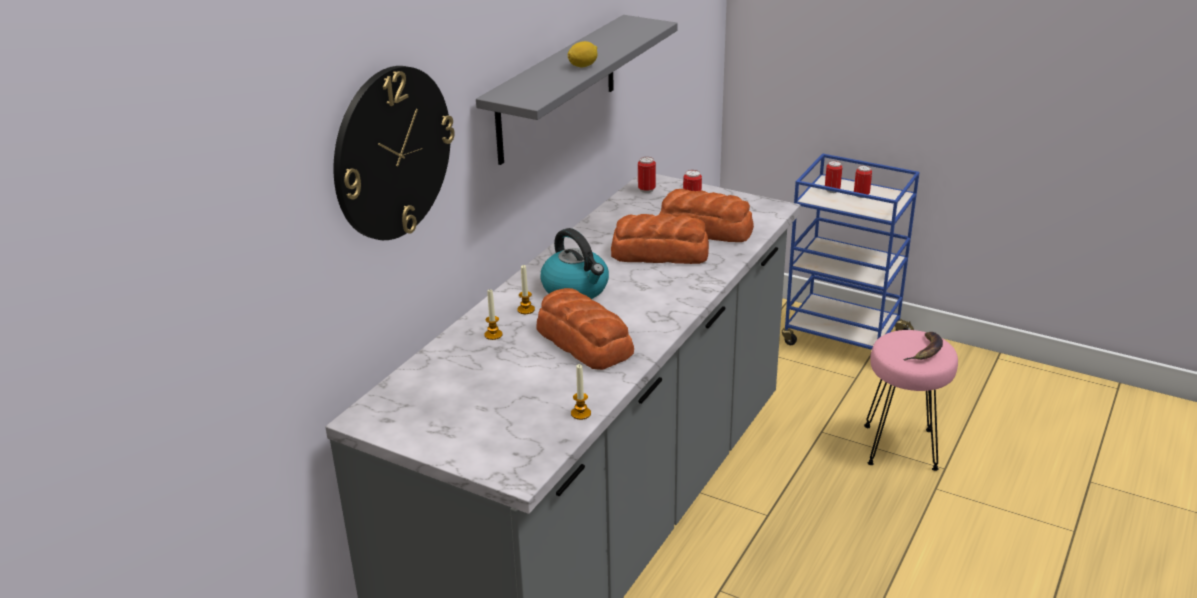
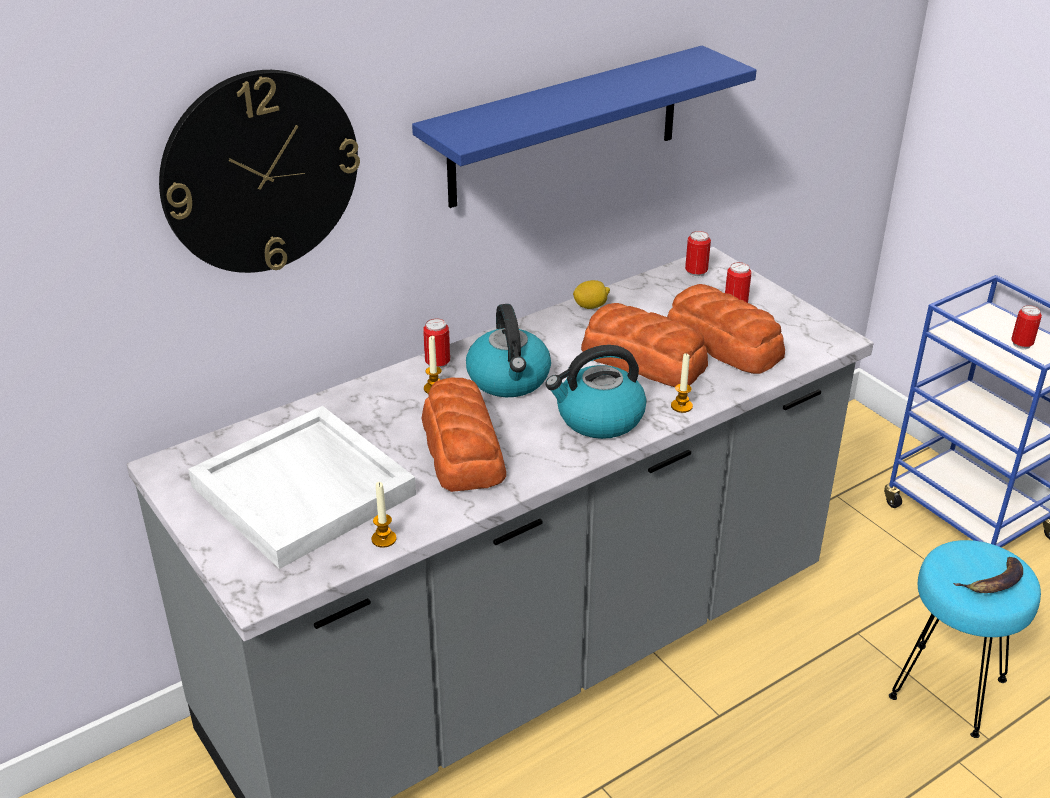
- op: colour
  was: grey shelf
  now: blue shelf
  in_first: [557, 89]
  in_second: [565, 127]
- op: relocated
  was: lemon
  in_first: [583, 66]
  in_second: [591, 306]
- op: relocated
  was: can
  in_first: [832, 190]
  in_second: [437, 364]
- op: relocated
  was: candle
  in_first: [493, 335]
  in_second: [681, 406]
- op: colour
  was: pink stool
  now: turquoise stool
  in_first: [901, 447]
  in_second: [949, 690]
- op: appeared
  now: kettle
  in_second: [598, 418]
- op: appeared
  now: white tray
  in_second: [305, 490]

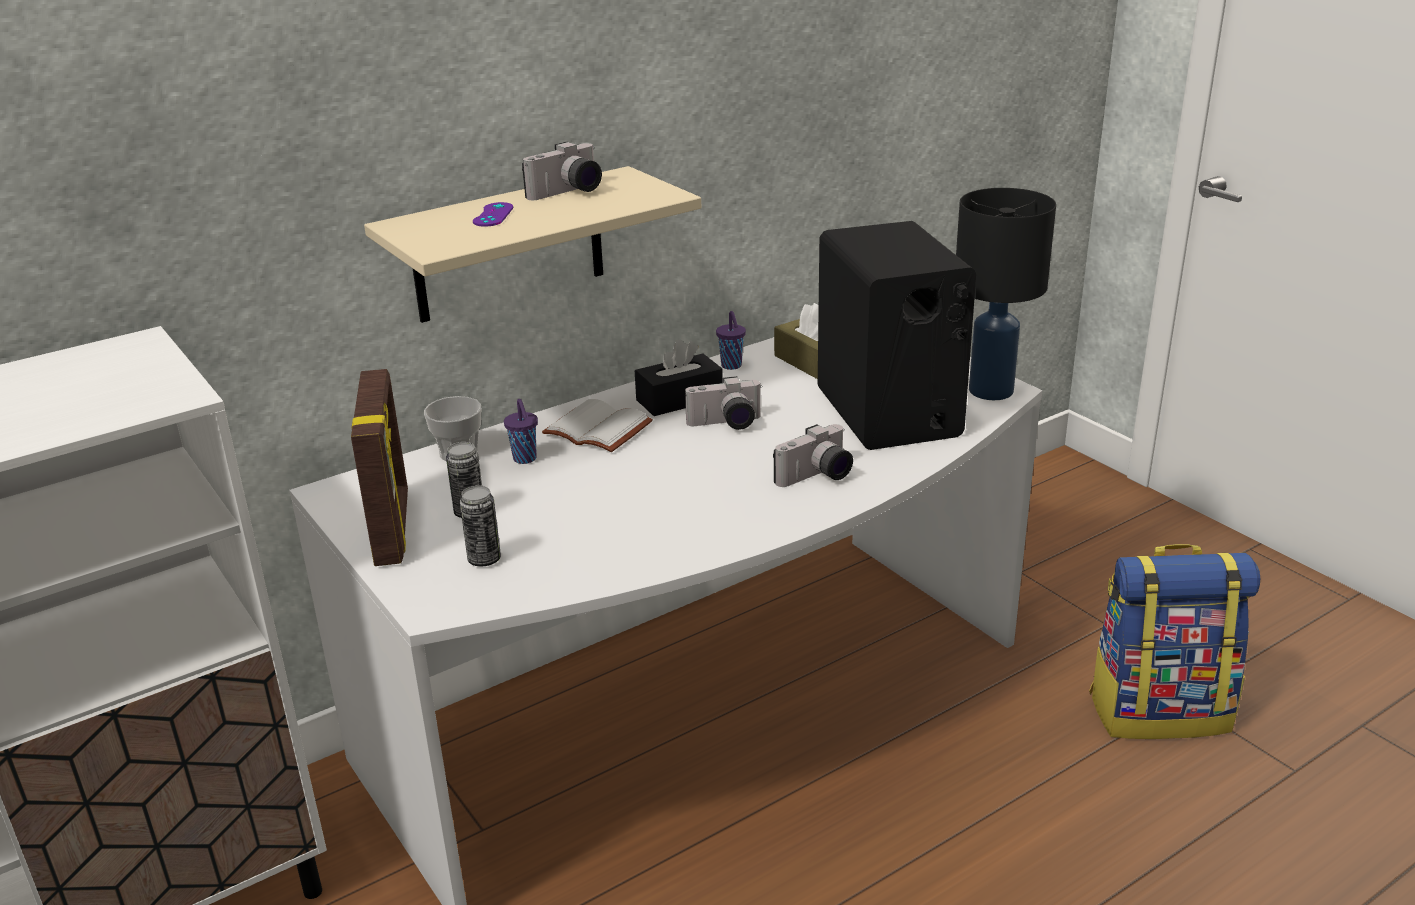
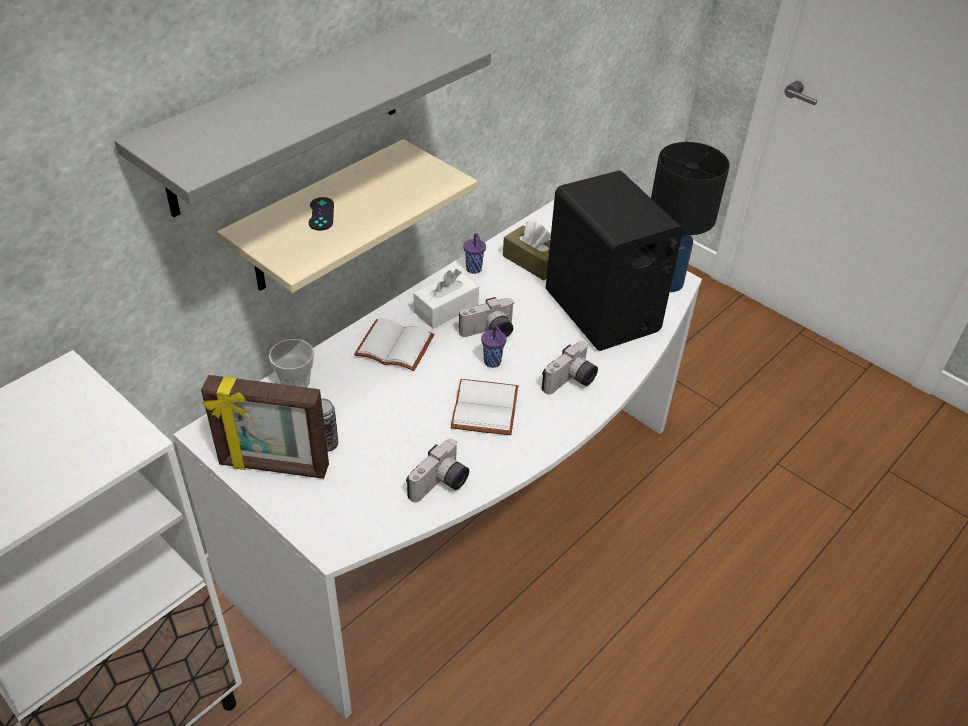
- op: relocated
  was: photo camera
  in_first: [568, 193]
  in_second: [441, 485]
- op: colour
  was: purple game controller
  now: black game controller
  in_first: [493, 215]
  in_second: [321, 214]
- op: colour
  was: black tissue box
  now: white tissue box
  in_first: [679, 399]
  in_second: [446, 309]
- op: spun
  was: picture frame
  in_first: [394, 528]
  in_second: [273, 467]
  clockwise: 120
- op: relocated
  was: purple cup
  in_first: [525, 459]
  in_second: [493, 362]
- op: missing
  was: can
  in_first: [484, 559]
- op: missing
  was: backpack
  in_first: [1159, 711]
- op: appeared
  now: grey shelf
  in_second: [286, 117]
- op: appeared
  now: white book
  in_second: [487, 409]

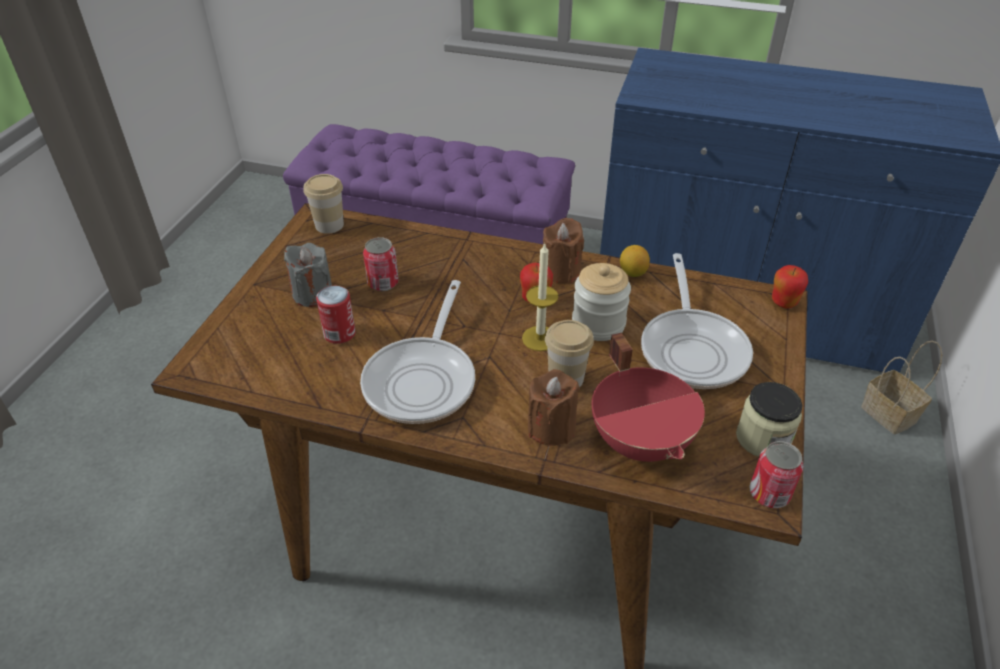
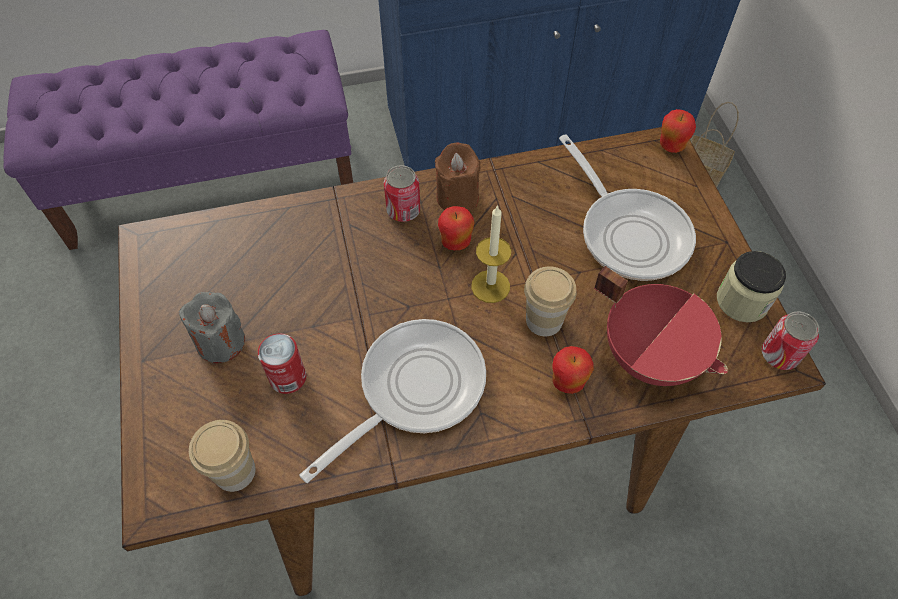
- op: relocated
  was: cup
  in_first: [329, 225]
  in_second: [234, 471]
- op: relocated
  was: can
  in_first: [383, 283]
  in_second: [403, 210]
- op: missing
  was: lemon
  in_first: [633, 273]
- op: missing
  was: jar
  in_first: [598, 324]
- op: spun
  was: frying pan
  in_first: [423, 379]
  in_second: [414, 389]
  clockwise: -120
- op: exchanged
  was: brown candle
  now: apple
  in_first: [551, 428]
  in_second: [567, 382]

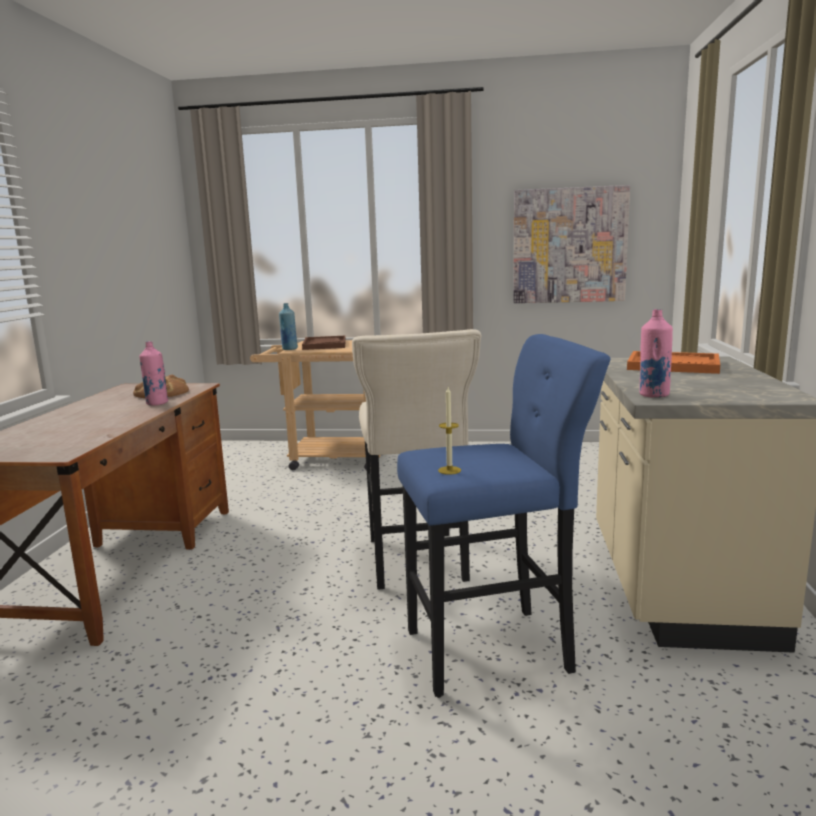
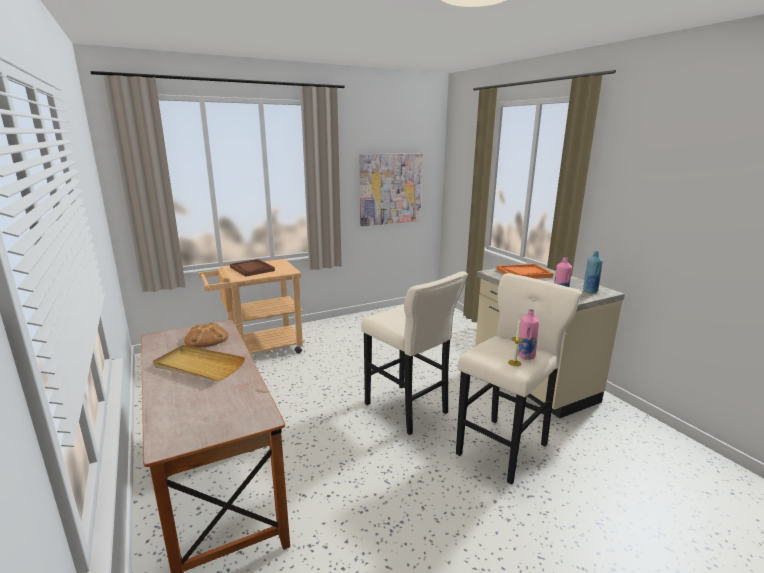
- op: relocated
  was: blue bottle
  in_first: [289, 349]
  in_second: [590, 291]
- op: colour
  was: blue stool
  now: beige stool
  in_first: [496, 649]
  in_second: [504, 447]
- op: relocated
  was: pink bottle
  in_first: [157, 403]
  in_second: [526, 356]
- op: appeared
  now: beige tray
  in_second: [198, 366]

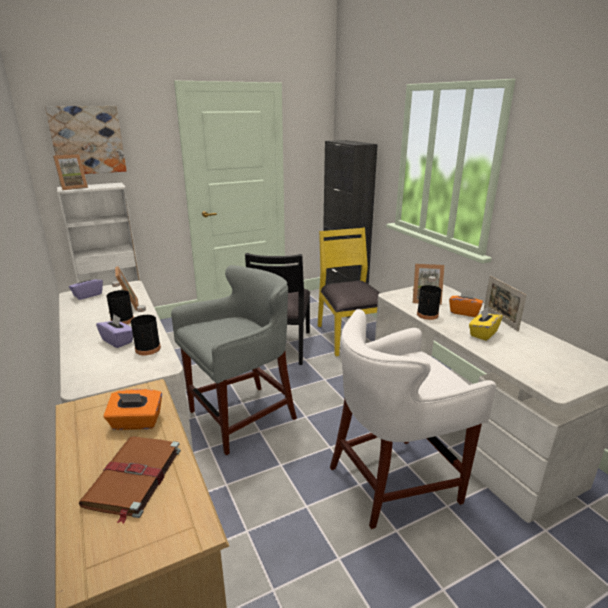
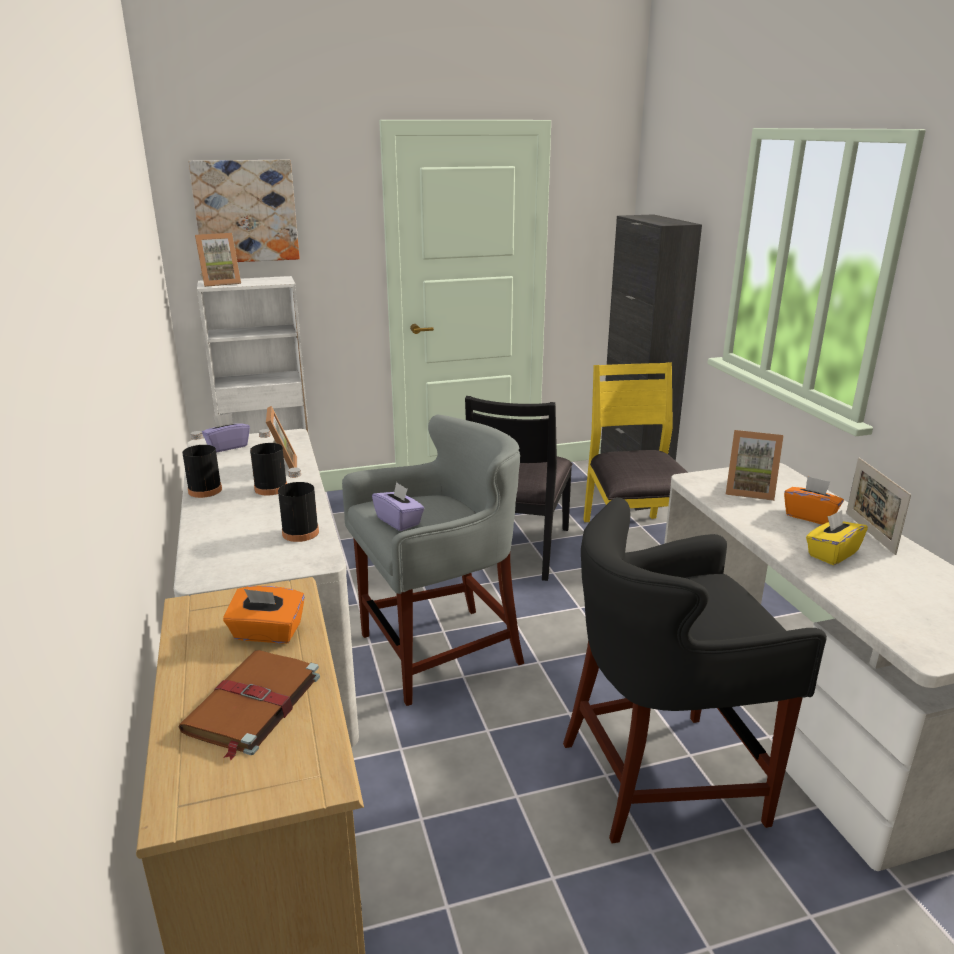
- op: relocated
  was: black bottle
  in_first: [427, 315]
  in_second: [205, 490]
- op: colour
  was: white stool
  now: black stool
  in_first: [394, 481]
  in_second: [663, 778]
- op: relocated
  was: purple tissue box
  in_first: [118, 341]
  in_second: [399, 521]

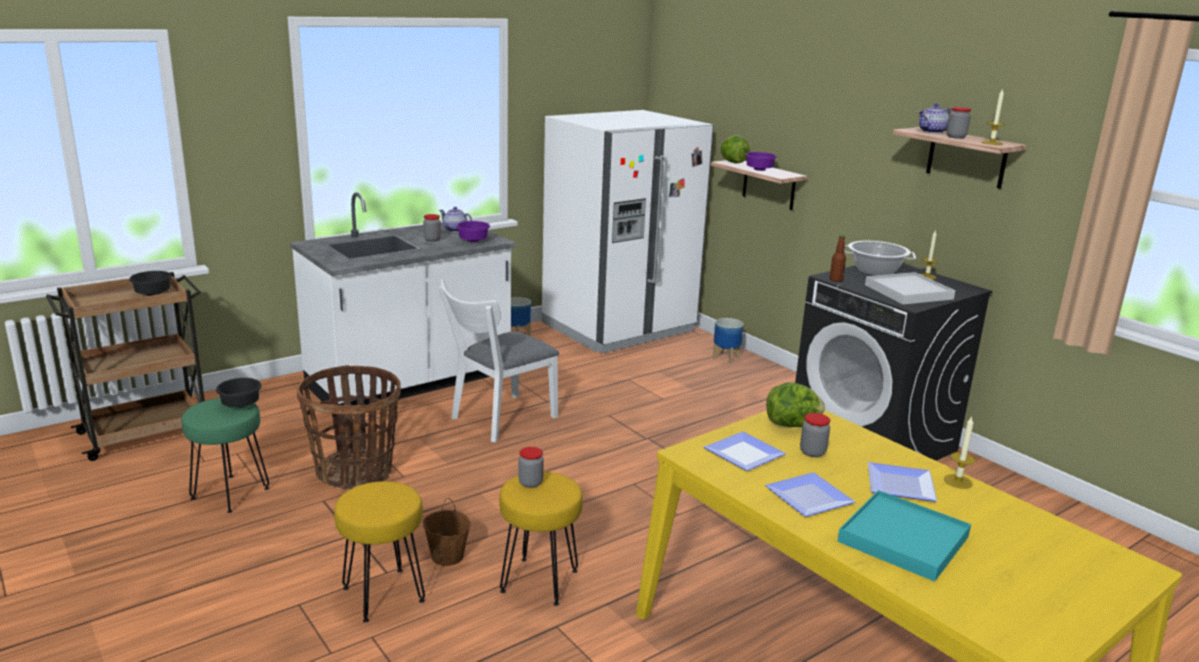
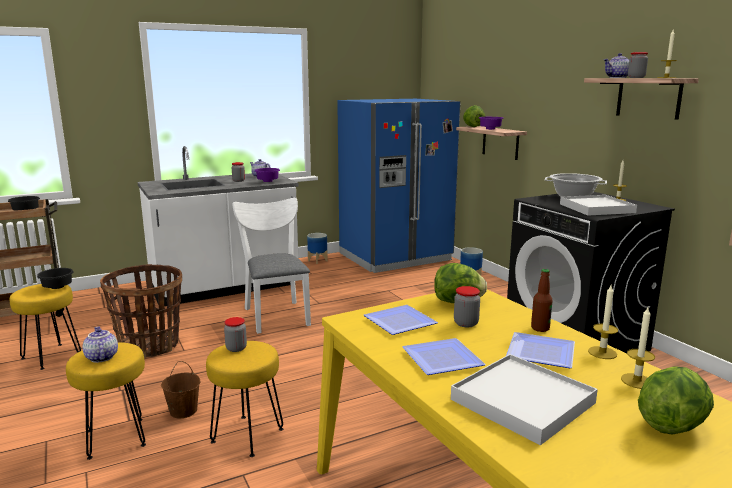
- op: colour
  was: white fridge
  now: blue fridge
  in_first: [619, 327]
  in_second: [395, 257]
- op: relocated
  was: bottle
  in_first: [836, 280]
  in_second: [540, 328]
- op: spun
  was: white chair
  in_first: [498, 420]
  in_second: [276, 314]
  clockwise: 105
- op: colour
  was: green stool
  now: yellow stool
  in_first: [230, 493]
  in_second: [51, 356]
- op: colour
  was: turquoise tray
  now: white tray
  in_first: [903, 539]
  in_second: [522, 401]
- op: appeared
  now: candle
  in_second: [637, 381]
- op: appeared
  now: teapot
  in_second: [101, 357]
- op: appeared
  now: lettuce
  in_second: [671, 425]

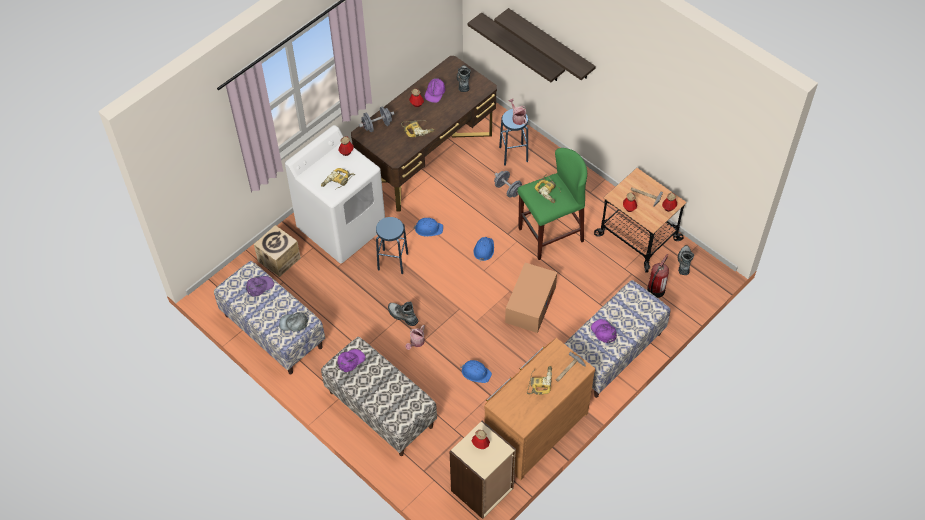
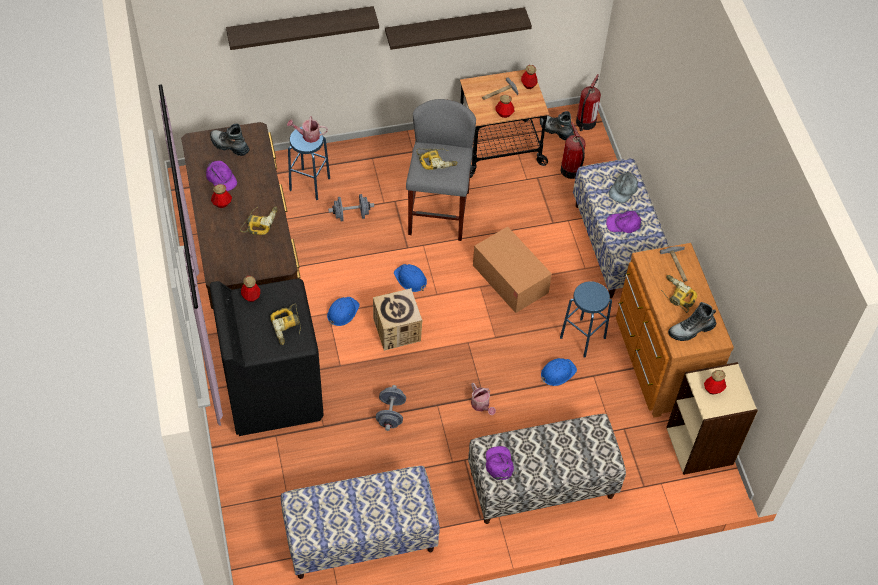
- op: relocated
  was: shelf
  in_first: [522, 48]
  in_second: [454, 28]
- op: relocated
  was: grey dumbbell
  in_first: [377, 125]
  in_second: [390, 414]
- op: colour
  was: white washing machine
  now: black washing machine
  in_first: [342, 228]
  in_second: [272, 392]
- op: colour
  was: green stool
  now: grey stool
  in_first: [550, 235]
  in_second: [438, 213]
- op: relocated
  was: blue stool
  in_first: [392, 261]
  in_second: [582, 338]
- op: relocated
  was: cardboard box
  in_first: [279, 259]
  in_second: [397, 330]
- op: missing
  was: purple cap
  in_first: [259, 286]
- op: relocated
  was: boot
  in_first: [402, 316]
  in_second: [691, 330]
- op: relocated
  was: grey cap
  in_first: [294, 323]
  in_second: [623, 190]
- op: appeared
  now: fire extinguisher
  in_second: [585, 123]

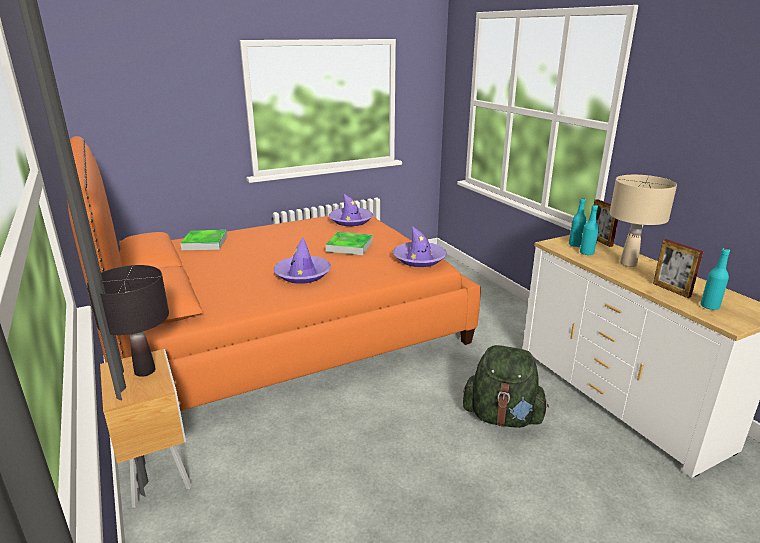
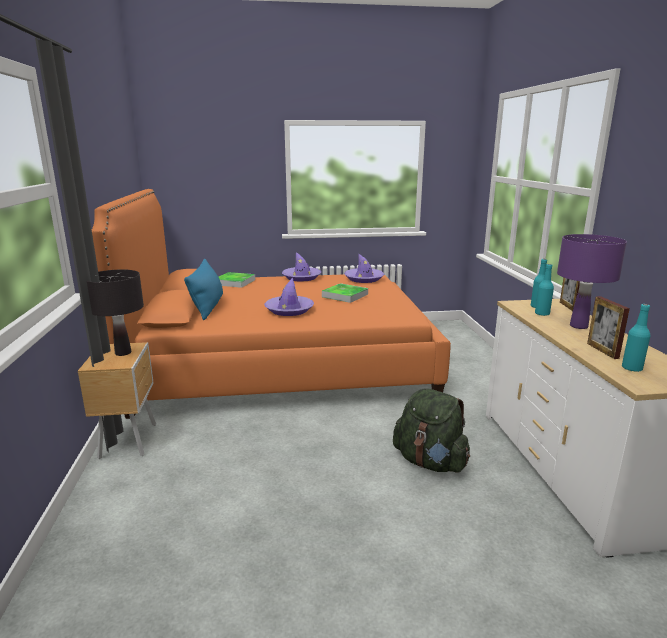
- op: colour
  was: beige table lamp
  now: purple table lamp
  in_first: [628, 263]
  in_second: [578, 326]
- op: relocated
  was: purple hat
  in_first: [419, 259]
  in_second: [301, 277]
- op: appeared
  now: blue pillow
  in_second: [207, 307]

